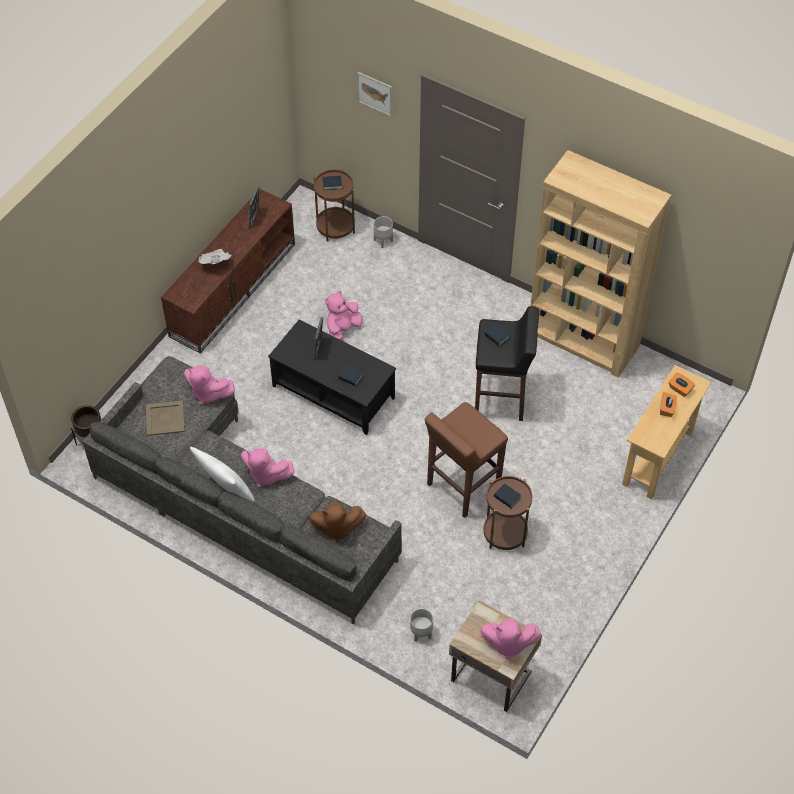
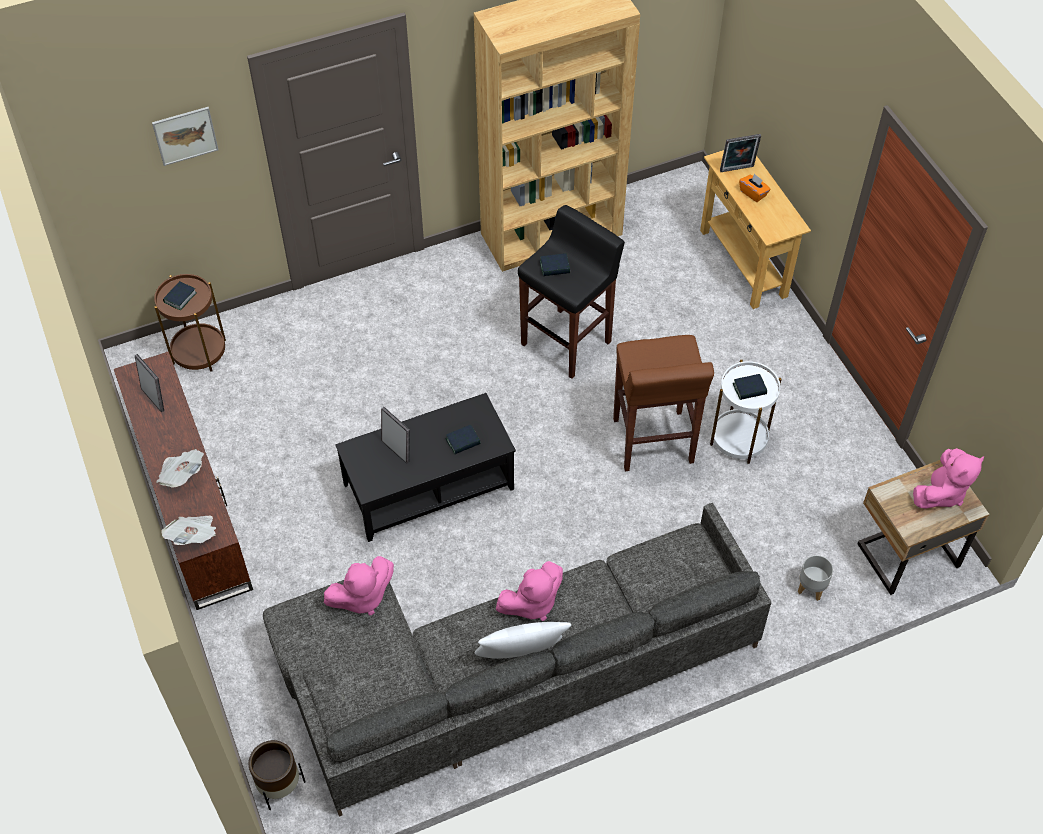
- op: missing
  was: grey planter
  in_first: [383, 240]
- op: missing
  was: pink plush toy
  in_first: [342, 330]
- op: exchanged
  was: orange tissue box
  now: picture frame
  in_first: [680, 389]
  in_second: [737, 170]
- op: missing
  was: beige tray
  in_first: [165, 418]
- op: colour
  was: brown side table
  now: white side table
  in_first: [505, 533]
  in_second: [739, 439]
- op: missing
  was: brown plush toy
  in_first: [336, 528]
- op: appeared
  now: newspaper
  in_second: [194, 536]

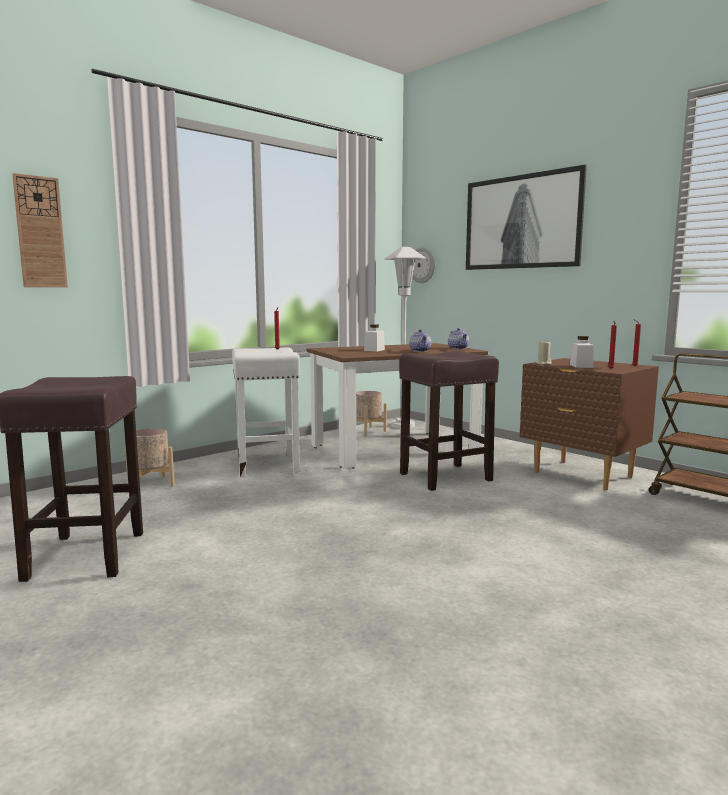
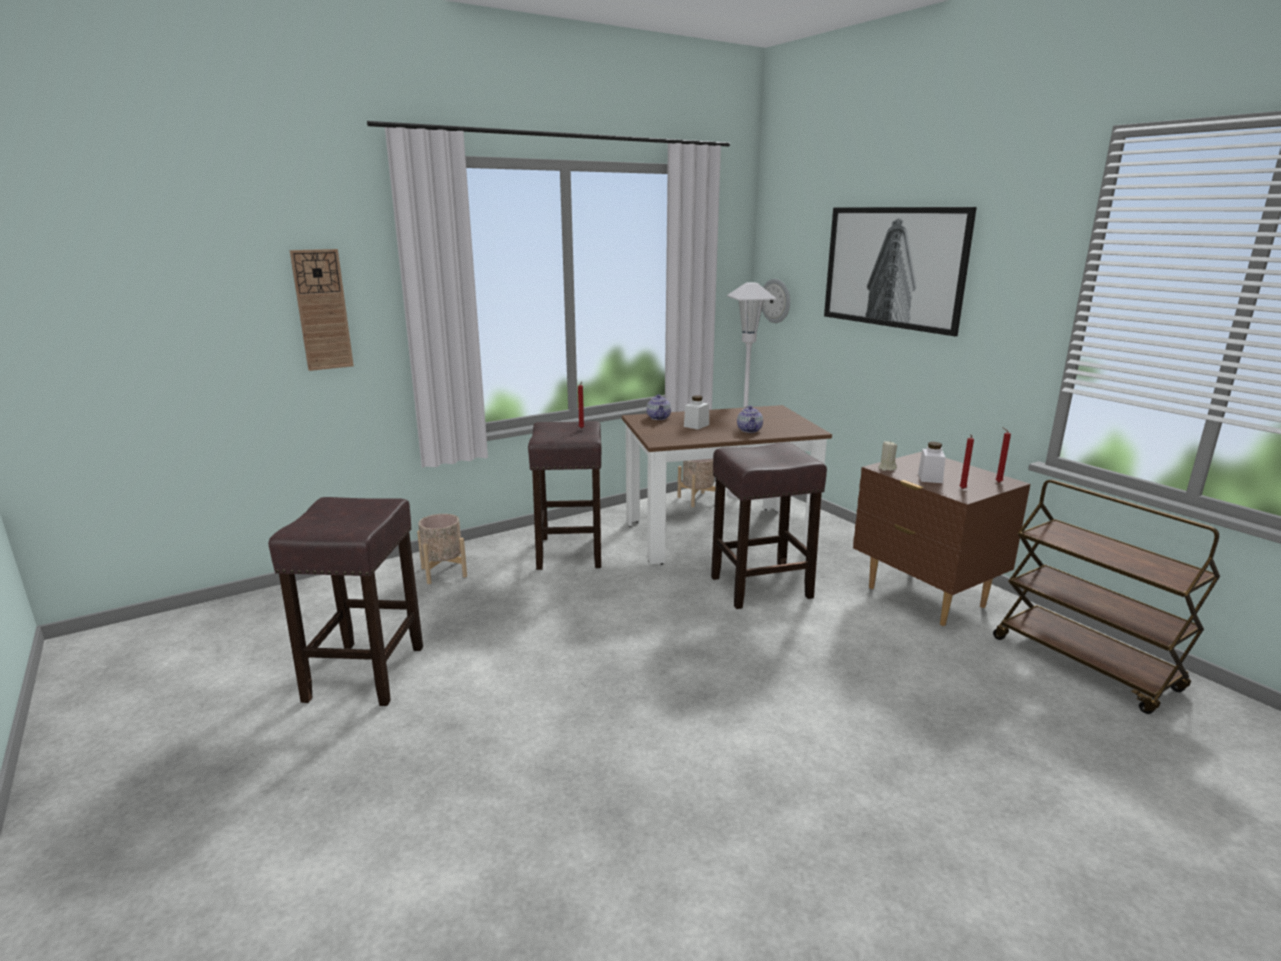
- op: relocated
  was: teapot
  in_first: [458, 348]
  in_second: [659, 418]
- op: colour
  was: white stool
  now: brown stool
  in_first: [267, 465]
  in_second: [569, 551]

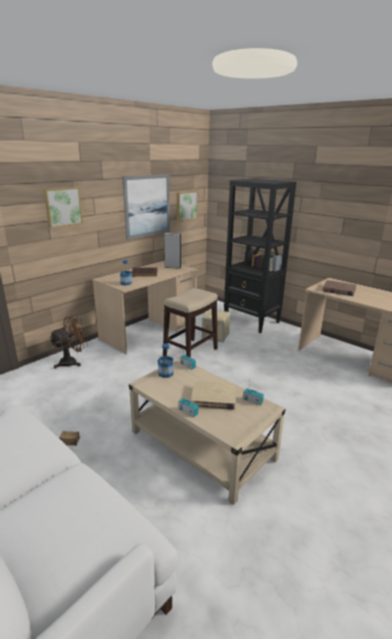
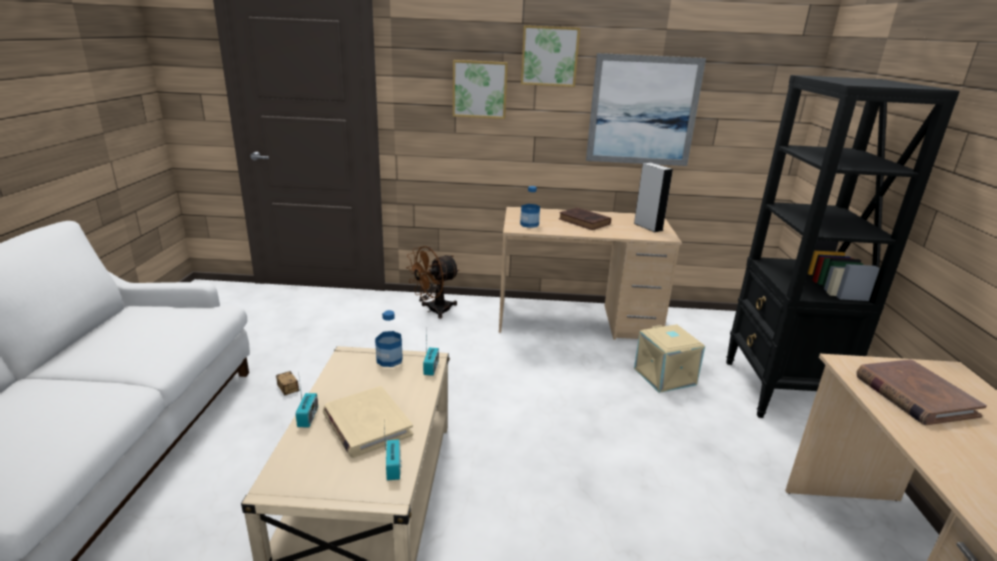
- op: relocated
  was: picture
  in_first: [186, 205]
  in_second: [549, 56]
- op: missing
  was: stool
  in_first: [190, 352]
- op: spun
  was: brown fan
  in_first: [72, 362]
  in_second: [433, 310]
  clockwise: 135

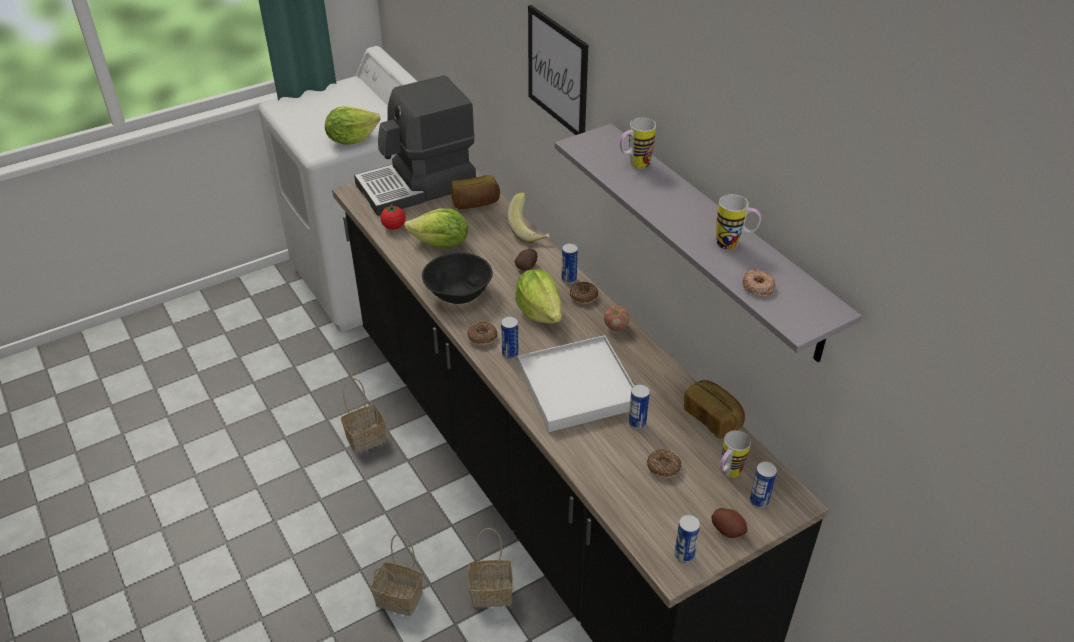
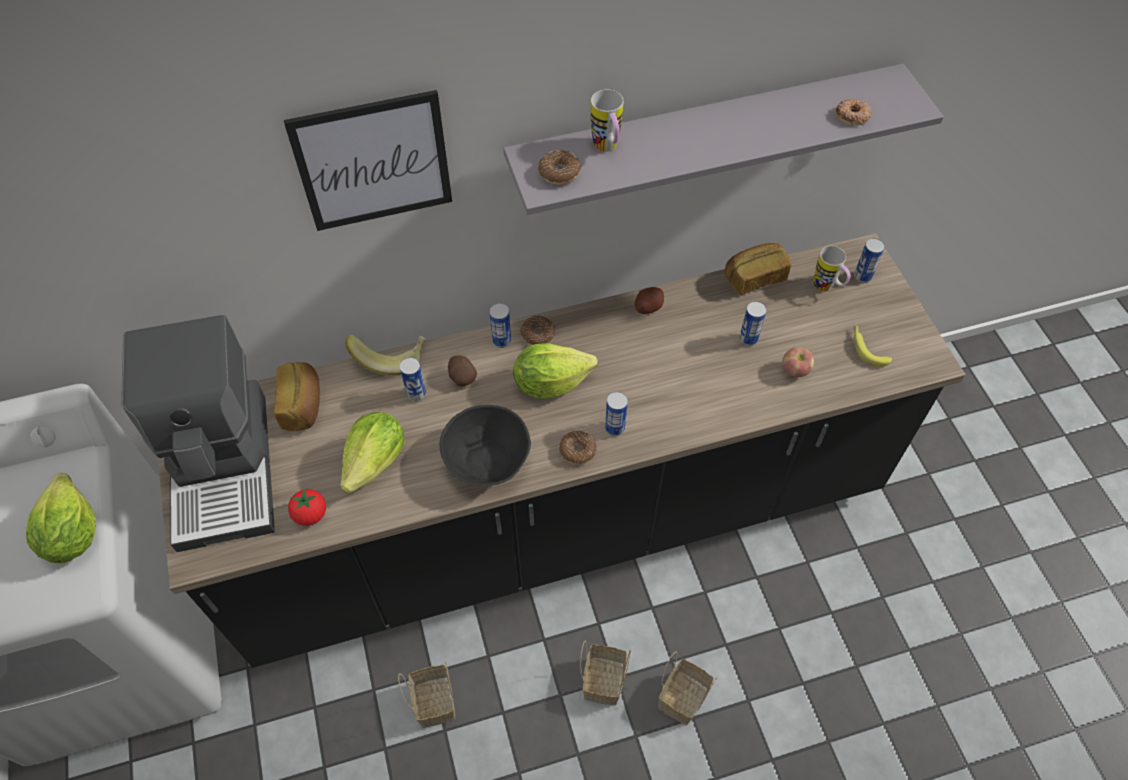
- op: missing
  was: mug
  in_first: [734, 245]
- op: relocated
  was: apple
  in_first: [616, 327]
  in_second: [795, 370]
- op: missing
  was: white tray
  in_first: [577, 387]
- op: relocated
  was: donut
  in_first: [663, 467]
  in_second: [559, 173]
- op: relocated
  was: potato
  in_first: [728, 529]
  in_second: [648, 307]
- op: relocated
  was: can
  in_first: [684, 555]
  in_second: [416, 394]
- op: relocated
  was: basket
  in_first: [492, 592]
  in_second: [602, 679]
- op: appeared
  now: banana
  in_second: [867, 348]

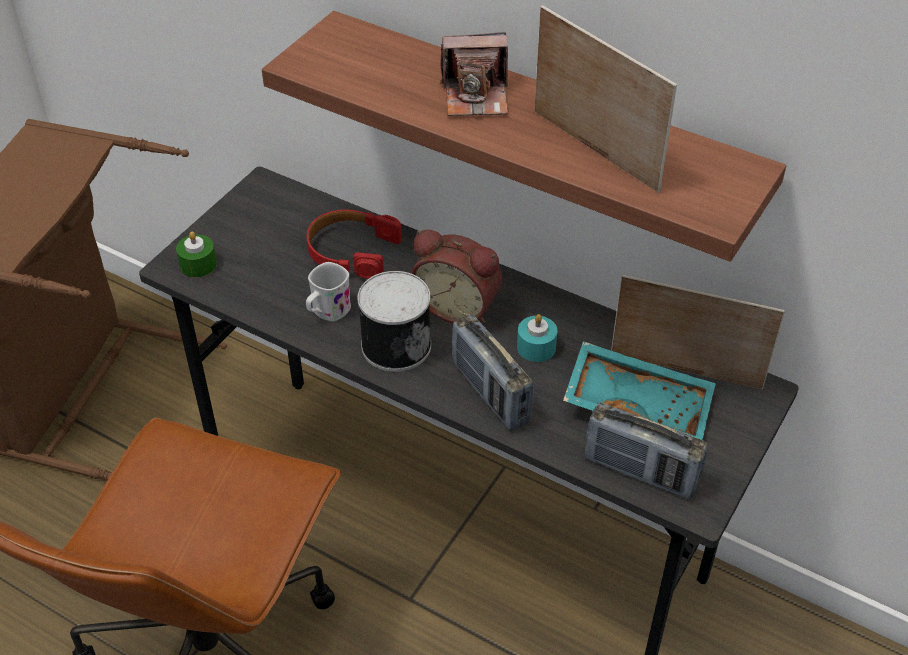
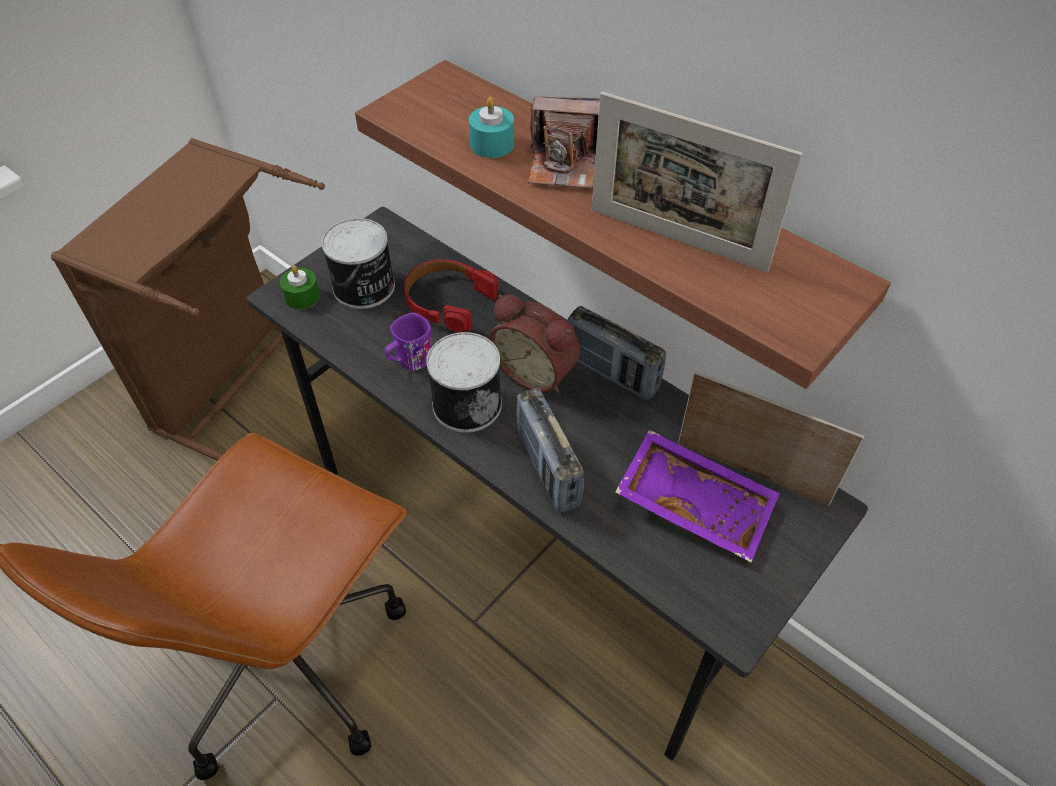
- op: spun
  was: picture frame
  in_first: [594, 150]
  in_second: [677, 239]
  clockwise: 150
- op: colour
  was: white mug
  now: purple mug
  in_first: [327, 312]
  in_second: [409, 361]
- op: relocated
  was: turquoise candle
  in_first: [536, 347]
  in_second: [492, 144]
- op: colour
  was: turquoise tray
  now: purple tray
  in_first: [638, 404]
  in_second: [695, 502]
- op: relocated
  was: radio
  in_first: [640, 472]
  in_second: [611, 373]
- op: appeared
  now: can
  in_second: [364, 288]

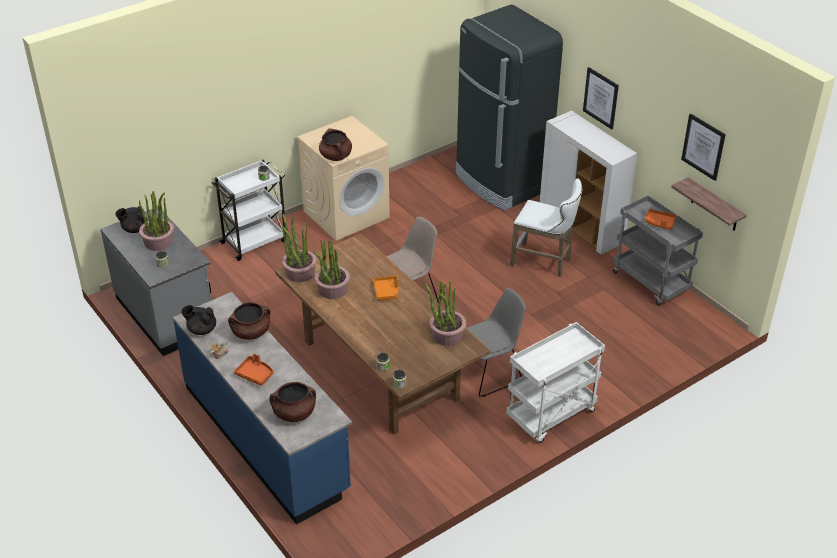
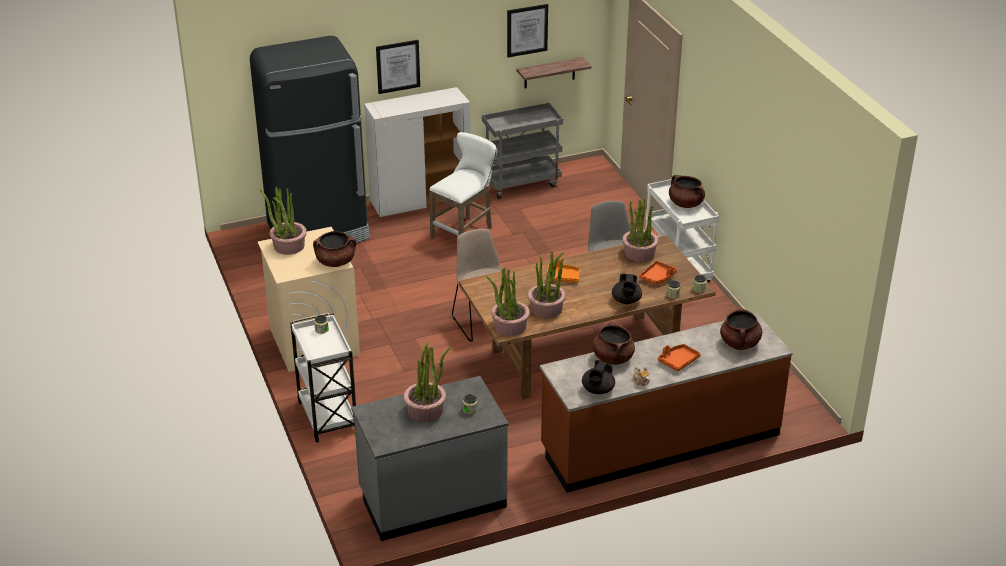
- op: relocated
  was: black teapot
  in_first: [134, 229]
  in_second: [626, 301]
- op: relocated
  was: orange tray
  in_first: [659, 223]
  in_second: [657, 277]
- op: colour
  was: blue counter
  now: brown counter
  in_first: [266, 438]
  in_second: [660, 441]
- op: appeared
  now: brown cooking pot
  in_second: [685, 203]
- op: appeared
  now: potted plant
  in_second: [288, 246]

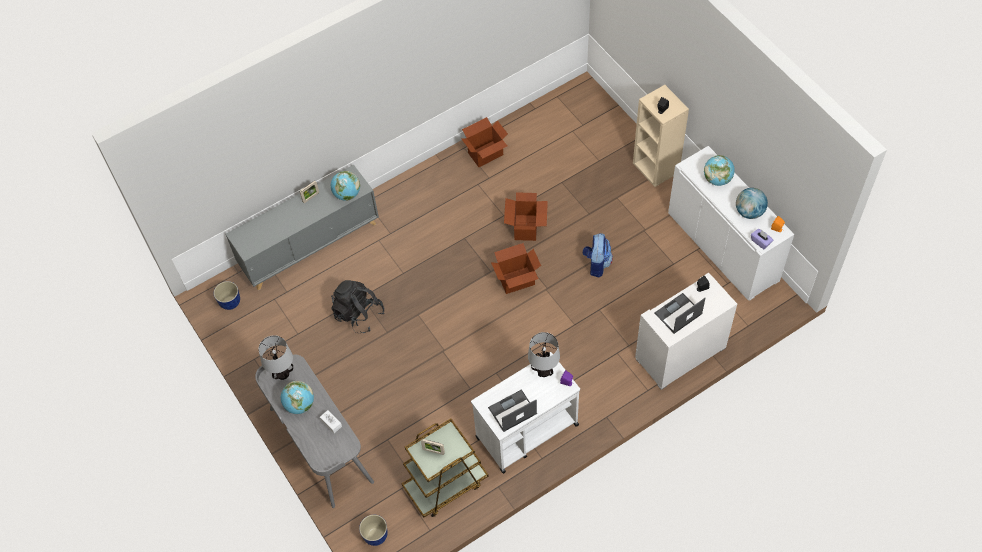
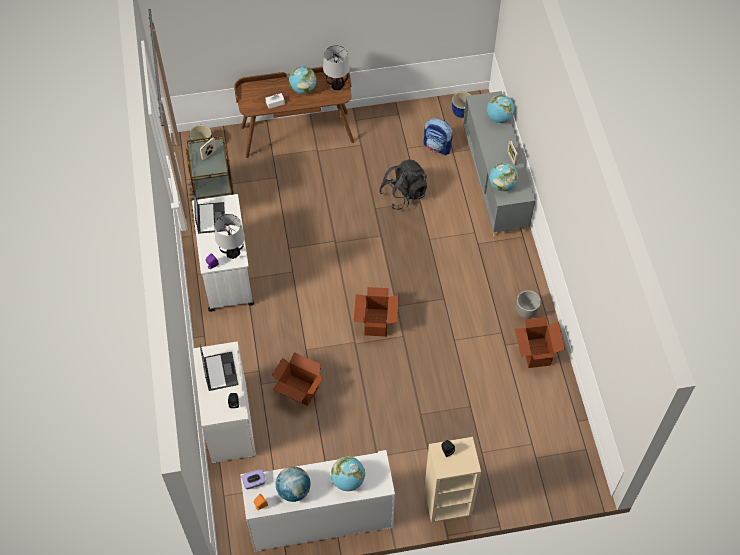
- op: relocated
  was: cardboard box
  in_first: [526, 228]
  in_second: [299, 390]
- op: relocated
  was: backpack
  in_first: [596, 264]
  in_second: [437, 146]
- op: colour
  was: grey desk
  now: brown desk
  in_first: [319, 445]
  in_second: [297, 133]
- op: appeared
  now: globe
  in_second: [499, 118]
- op: appeared
  now: planter
  in_second: [525, 312]

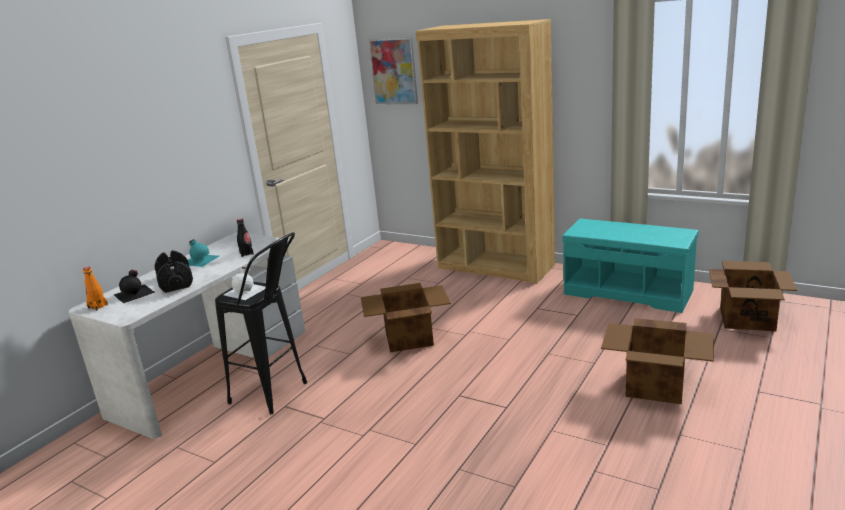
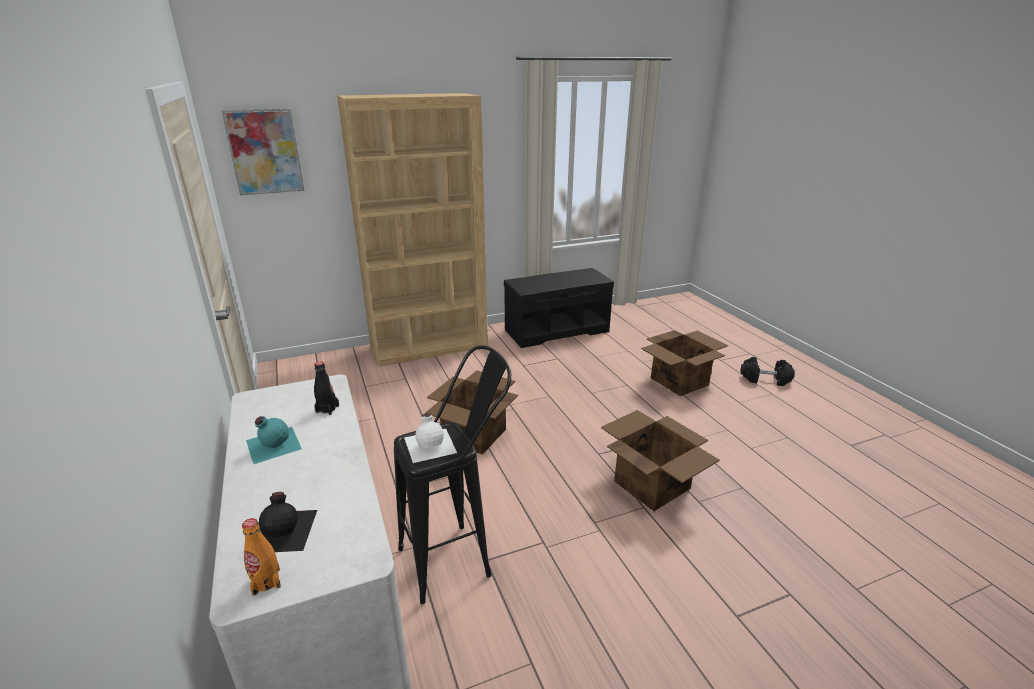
- op: colour
  was: turquoise bench
  now: black bench
  in_first: [629, 292]
  in_second: [557, 330]
- op: relocated
  was: black dumbbell
  in_first: [176, 282]
  in_second: [765, 379]
- op: relocated
  was: cardboard box
  in_first: [747, 318]
  in_second: [651, 484]

